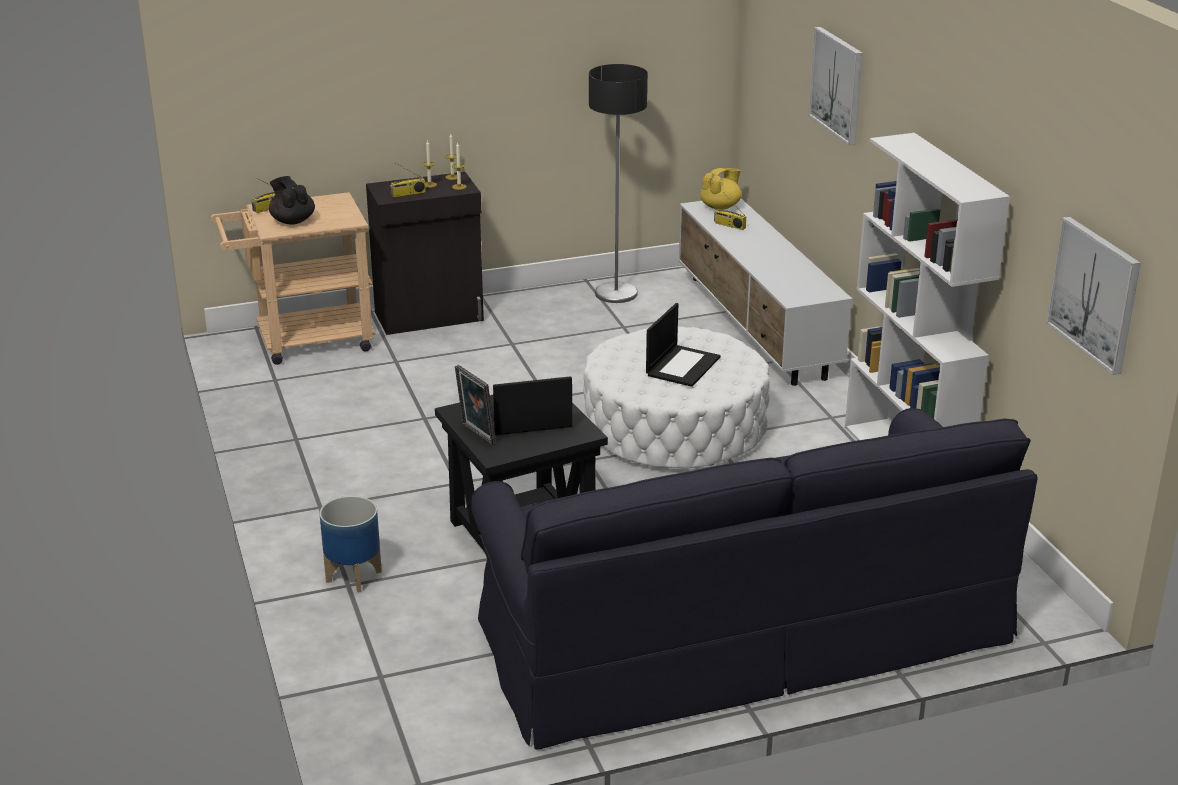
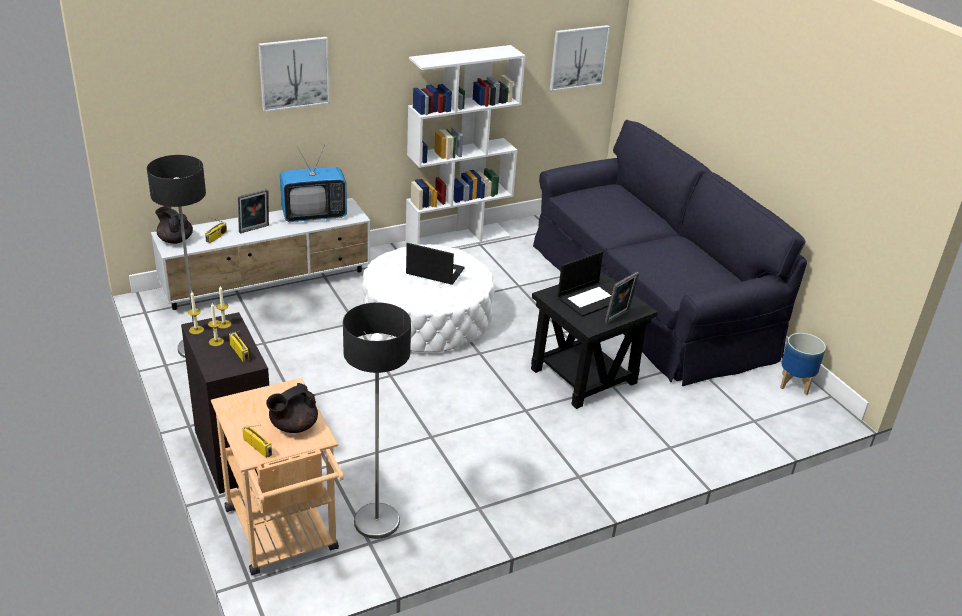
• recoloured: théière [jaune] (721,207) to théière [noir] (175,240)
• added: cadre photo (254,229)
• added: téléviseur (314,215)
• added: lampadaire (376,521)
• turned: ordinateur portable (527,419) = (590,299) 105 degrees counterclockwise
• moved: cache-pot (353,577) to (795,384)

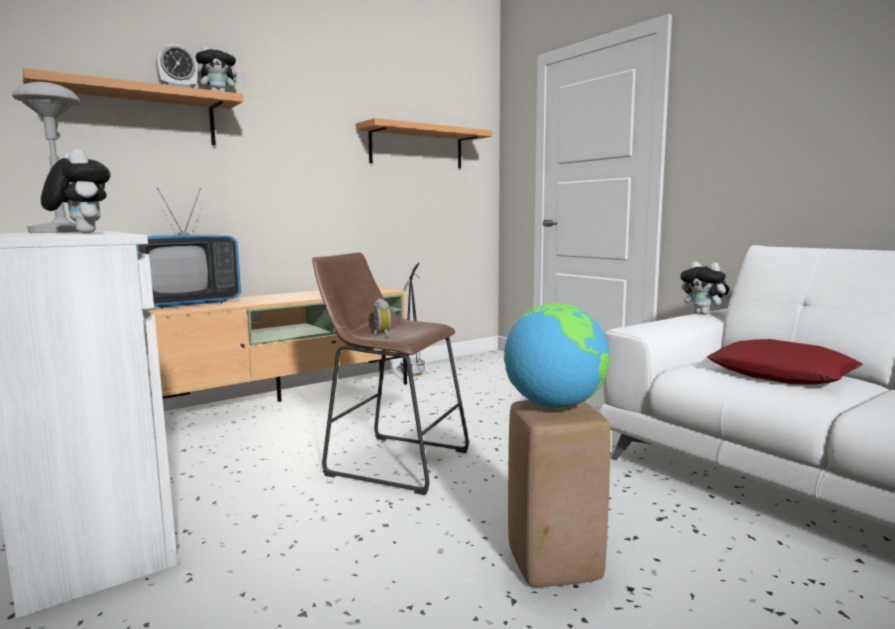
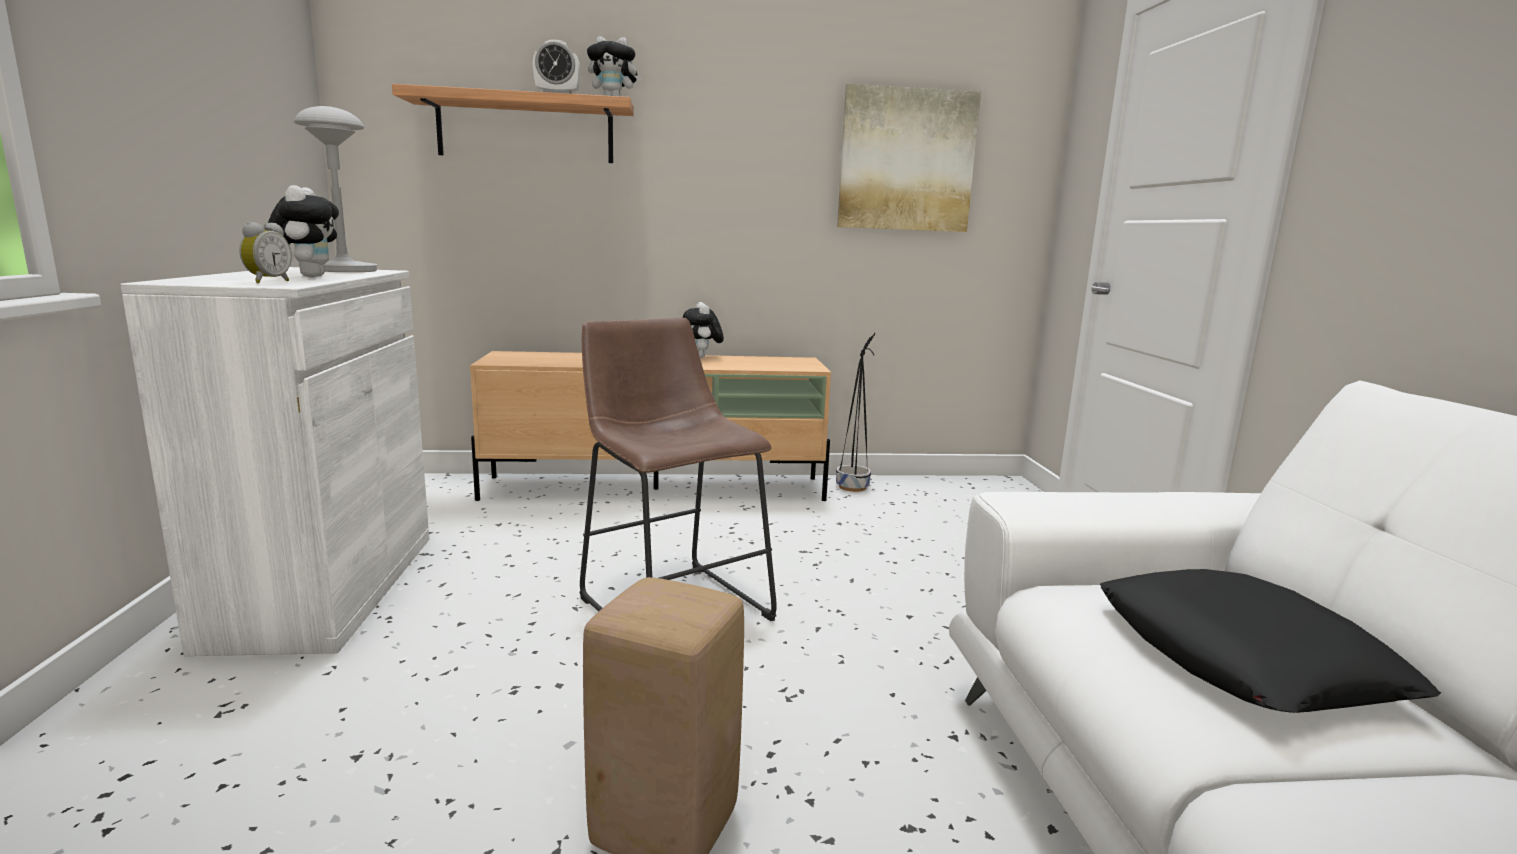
• moved: réveil (380,335) to (267,282)
• moved: peluche (703,313) to (702,358)
• replaced: étagère (417,147) to tableau (906,160)
• recoloured: coussin [rouge] (781,374) to coussin [noir] (1243,658)
• removed: téléviseur (189,304)
• removed: globe (554,406)

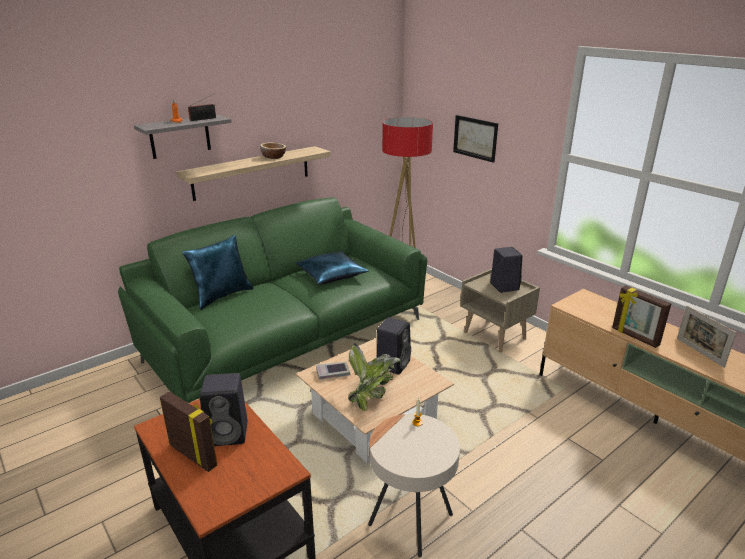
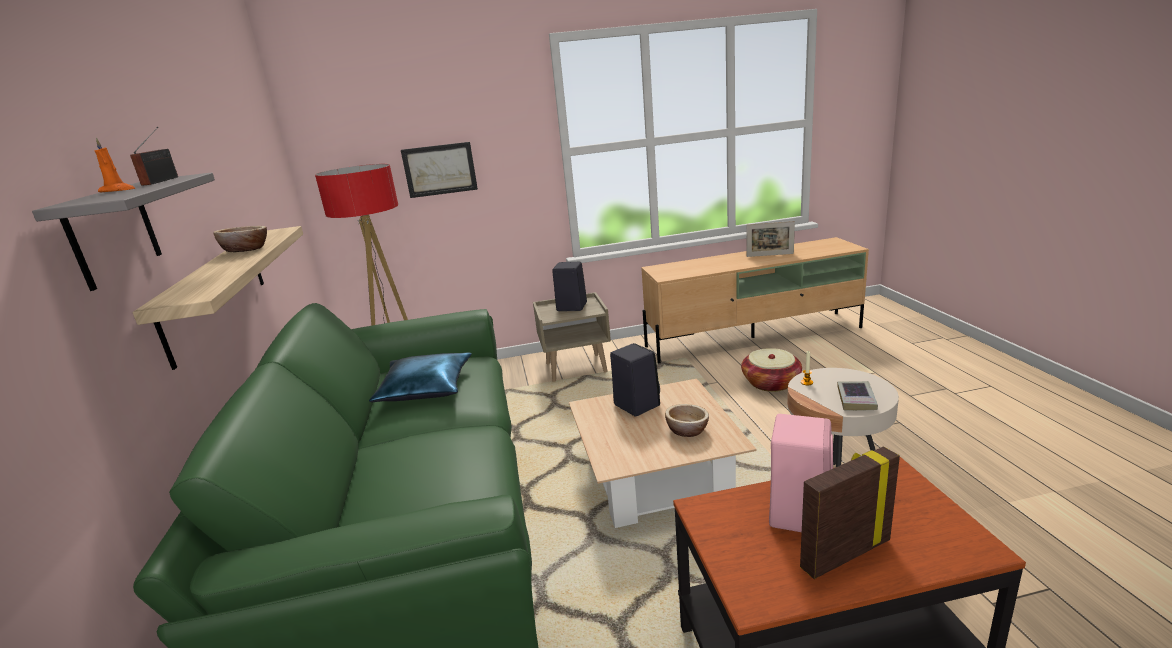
• replaced: plante en pot (372,395) to bol (687,430)
• added: panier (771,383)
• recoloured: enceinte [noir] (229,433) to enceinte [rose] (798,512)
• moved: livre (333,373) to (856,399)
• removed: coussin [bleu] (222,296)
• removed: cadre photo (634,337)

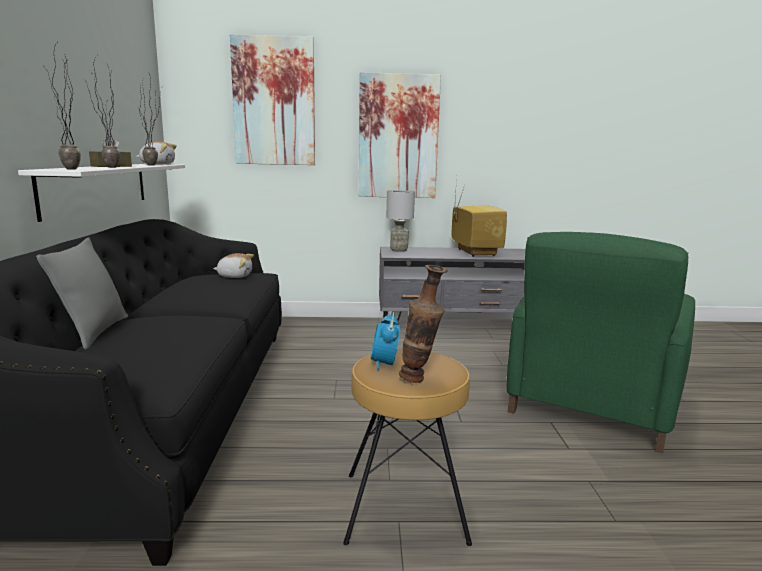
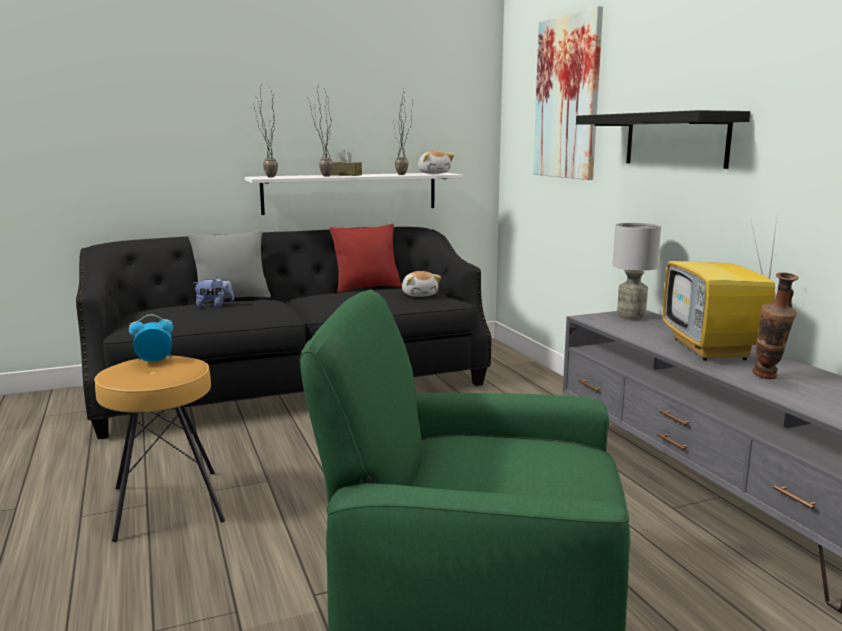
• added: peluche (214,306)
• added: coussin [rouge] (367,288)
• replaced: tableau (398,137) to étagère [noir] (675,140)
• turned: téléviseur (474,252) = (712,350) 120 degrees clockwise
• moved: vase (420,380) to (768,378)

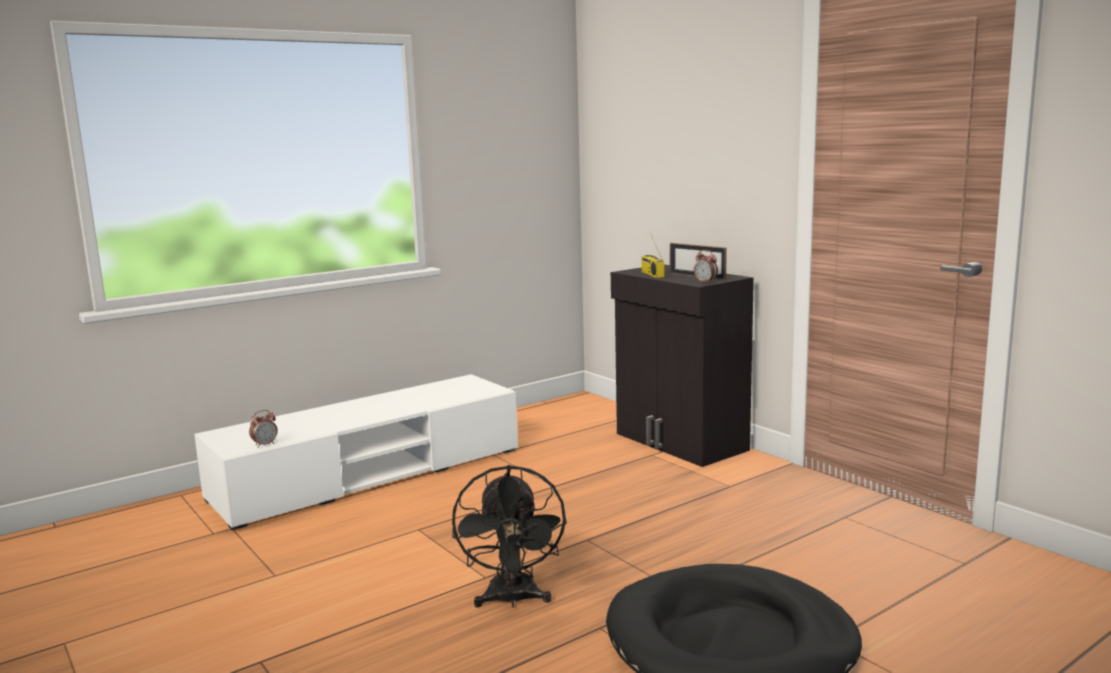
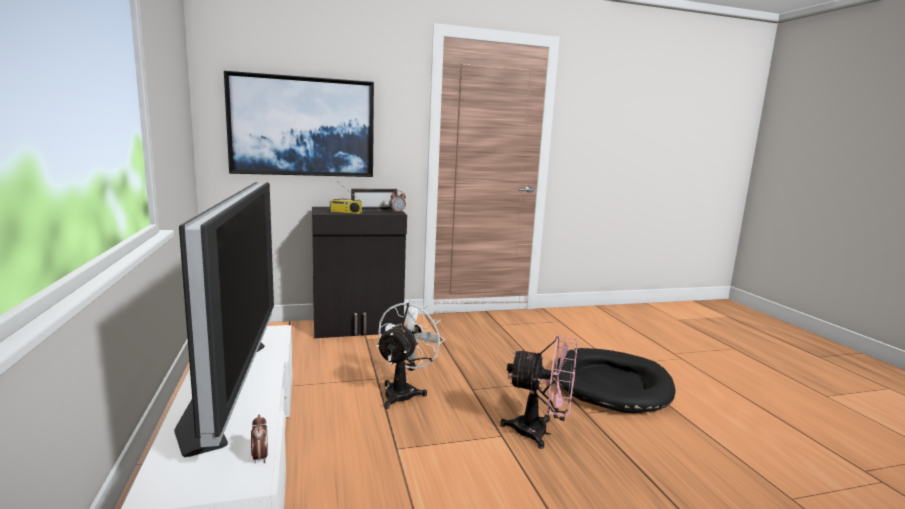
• added: téléviseur (228,387)
• added: tableau (302,127)
• added: ventilateur [blanc] (403,391)
• recoloured: ventilateur [noir] (512,600) to ventilateur [rose] (540,432)

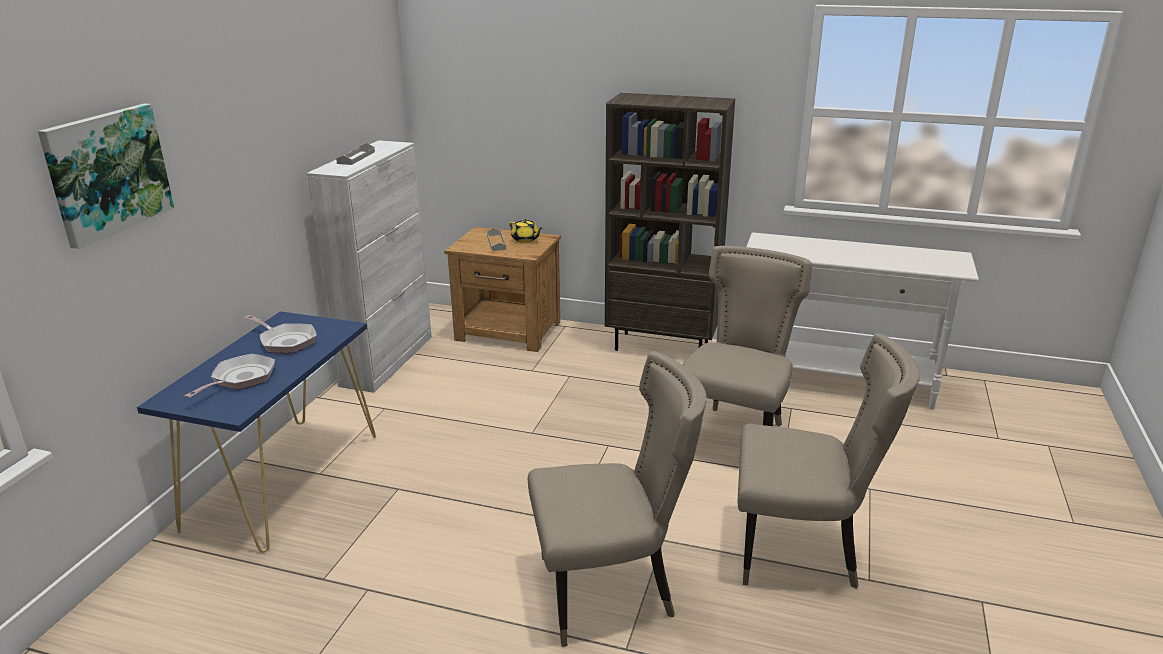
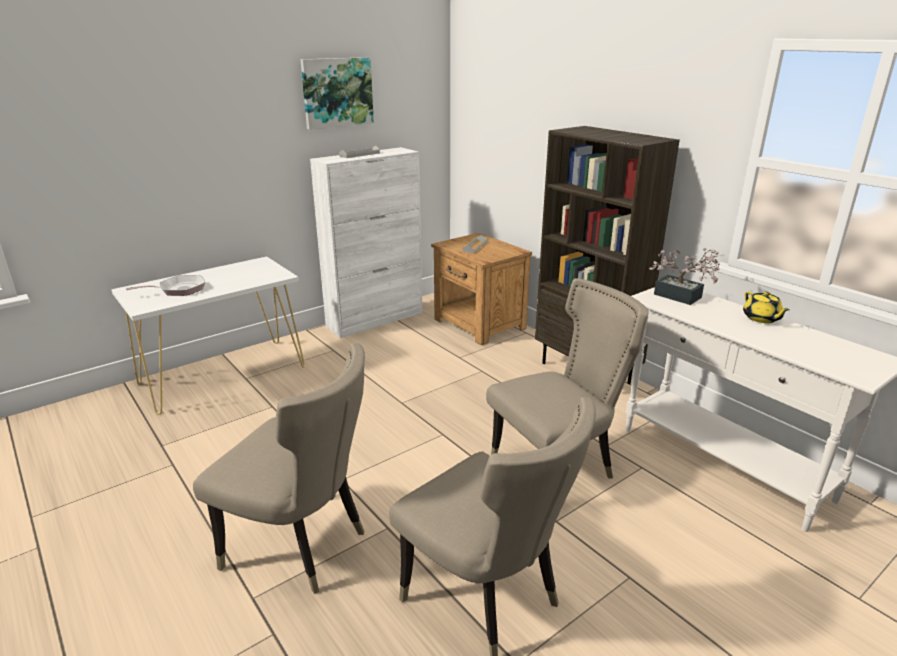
• recoloured: table console [bleu] (285,480) to table console [blanc] (224,375)
• moved: tableau (107,172) to (337,92)
• added: plante en pot (682,297)
• moved: théière [jaune] (525,239) to (761,318)
• removed: poêle (285,341)

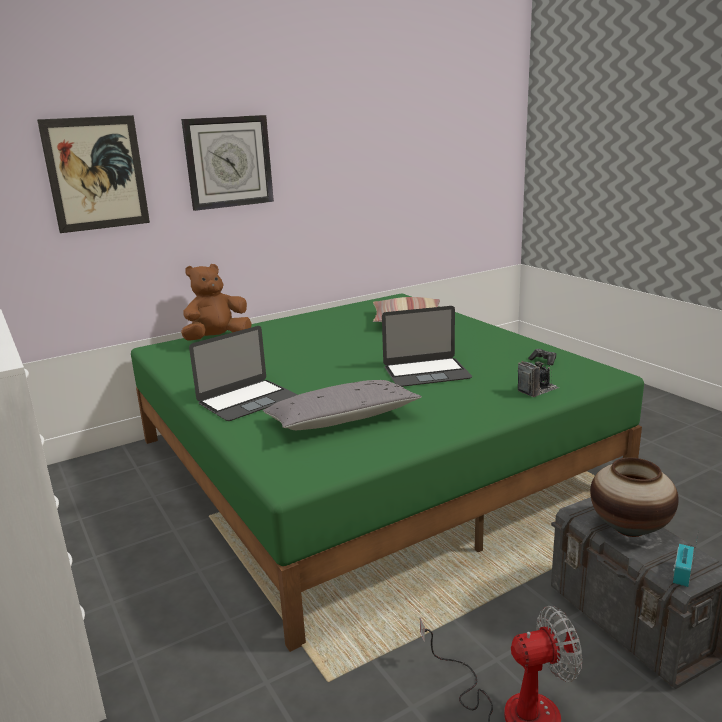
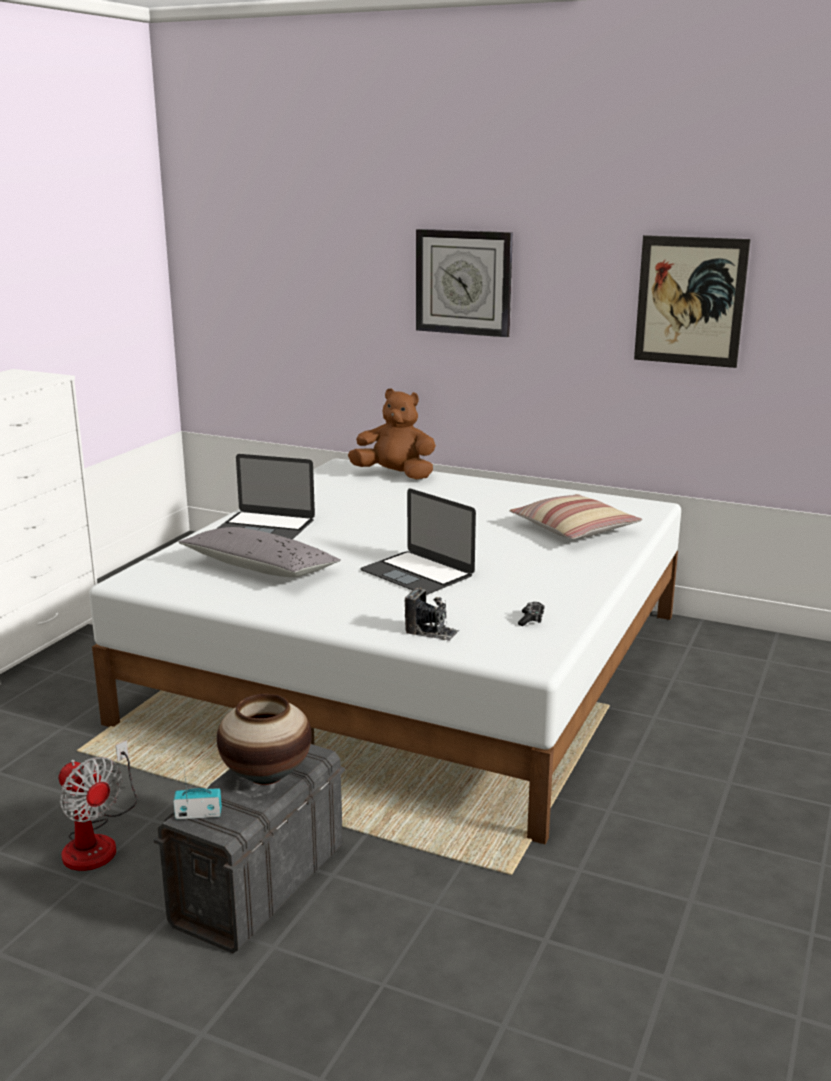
• recoloured: lit [vert] (366,463) to lit [blanc] (416,665)
• moved: tableau (96,174) to (690,301)

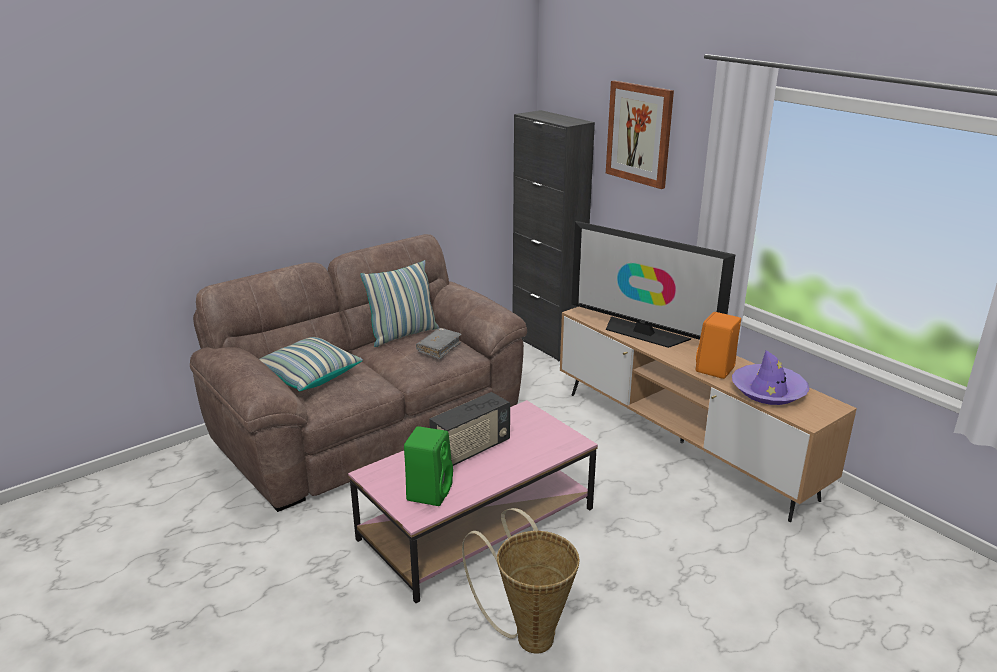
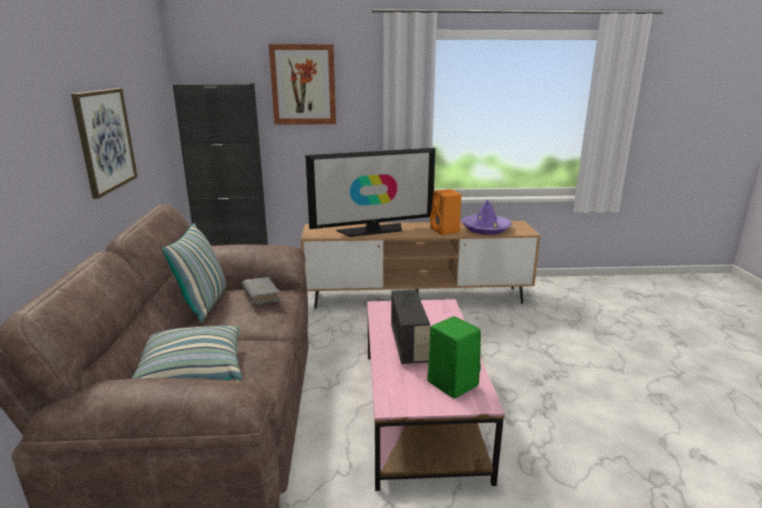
• added: tableau (105,140)
• removed: panier (528,635)

